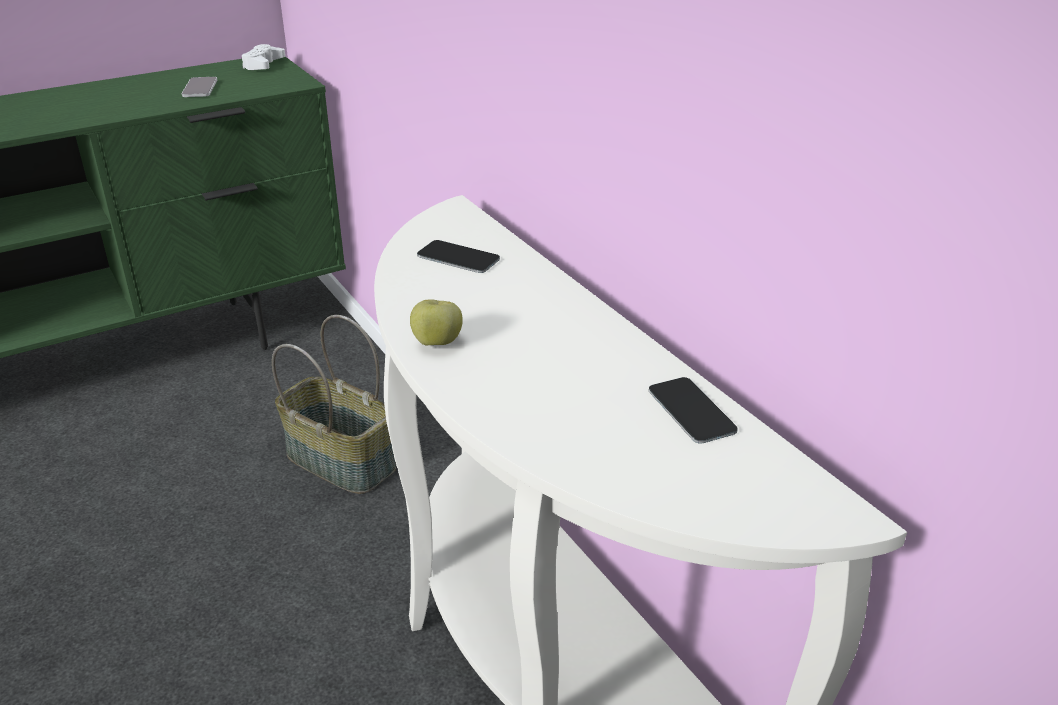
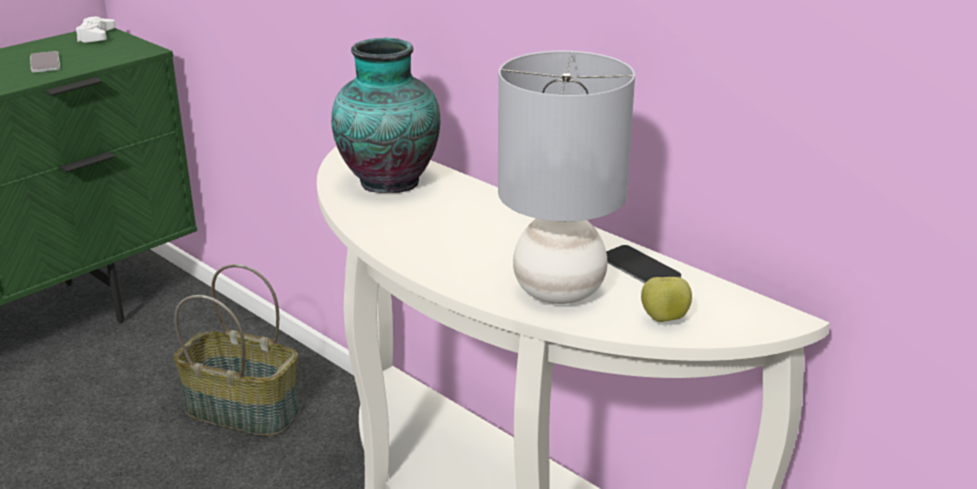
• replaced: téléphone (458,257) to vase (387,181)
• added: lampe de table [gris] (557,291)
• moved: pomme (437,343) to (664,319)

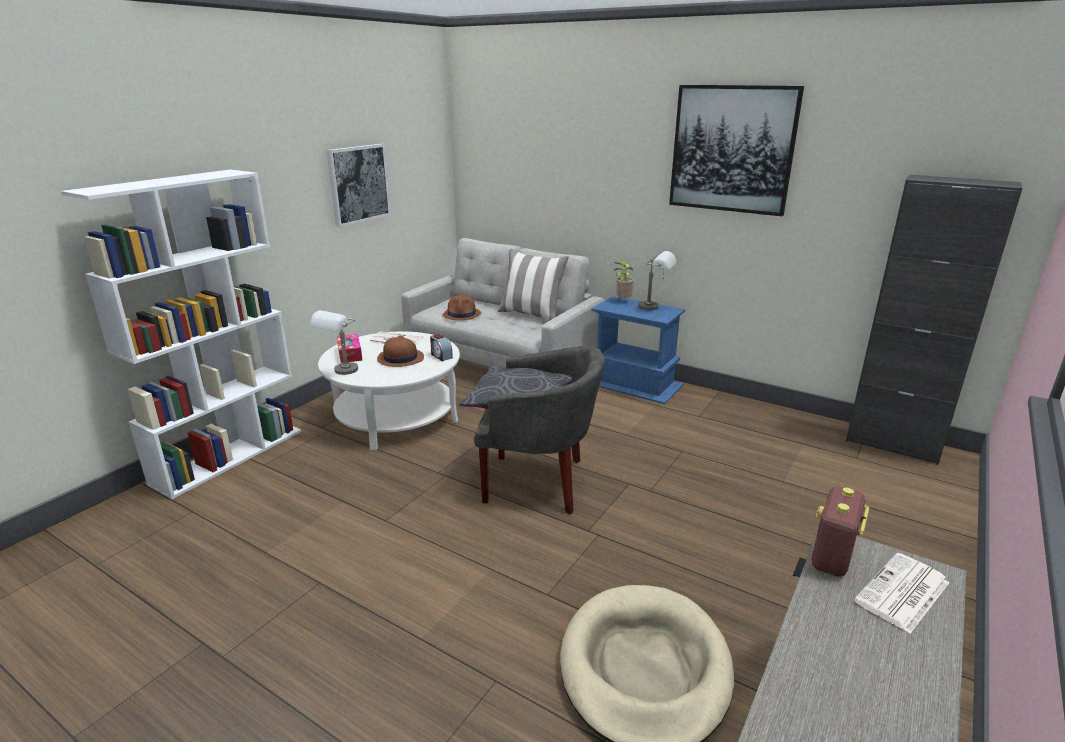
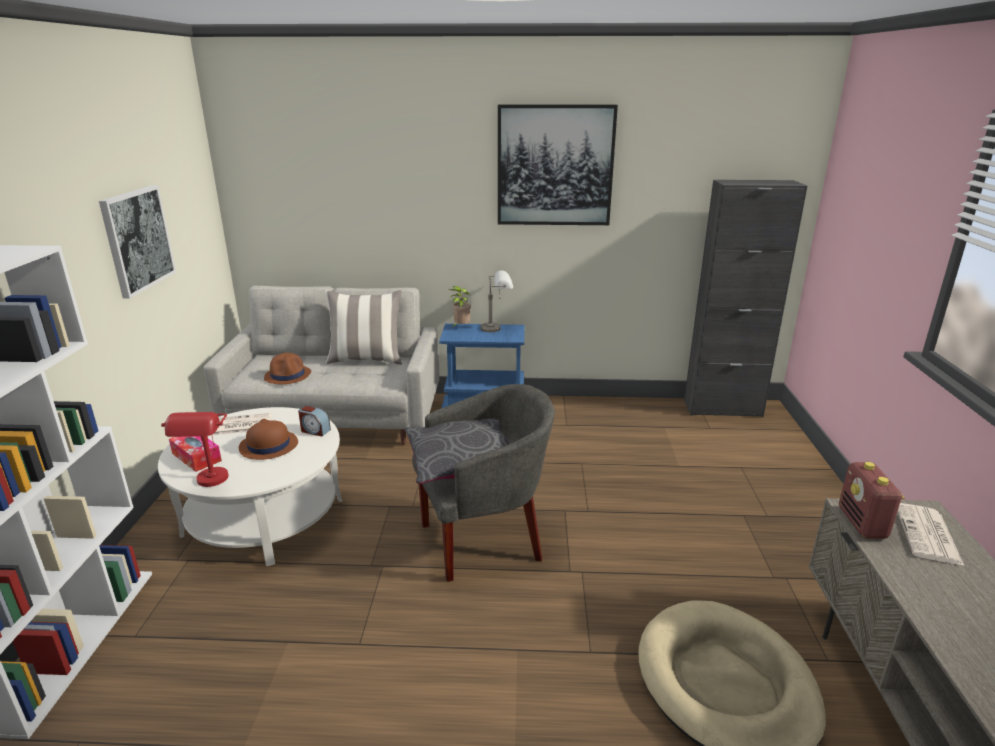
• recoloured: lampe de table [gris] (341,373) to lampe de table [rouge] (210,484)

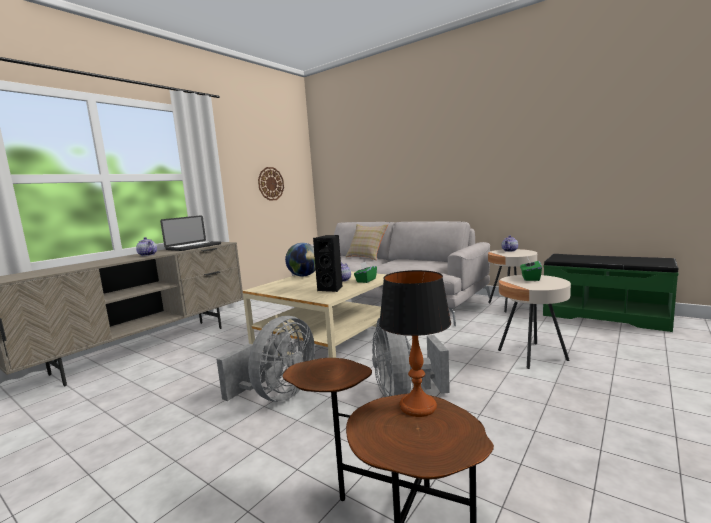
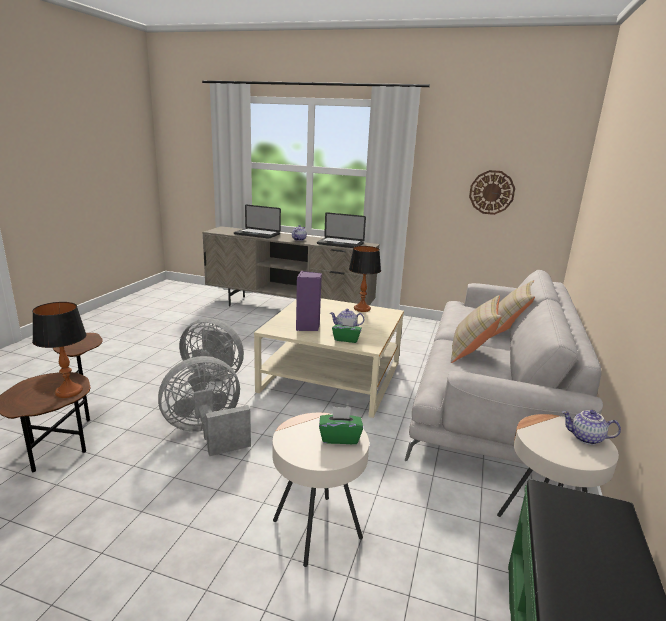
• added: ordinateur portable (257,234)
• recoloured: enceinte [noir] (331,289) to enceinte [violet] (307,327)
• replaced: globe (304,276) to lampe de table (362,309)
• added: coussin [beige] (471,352)

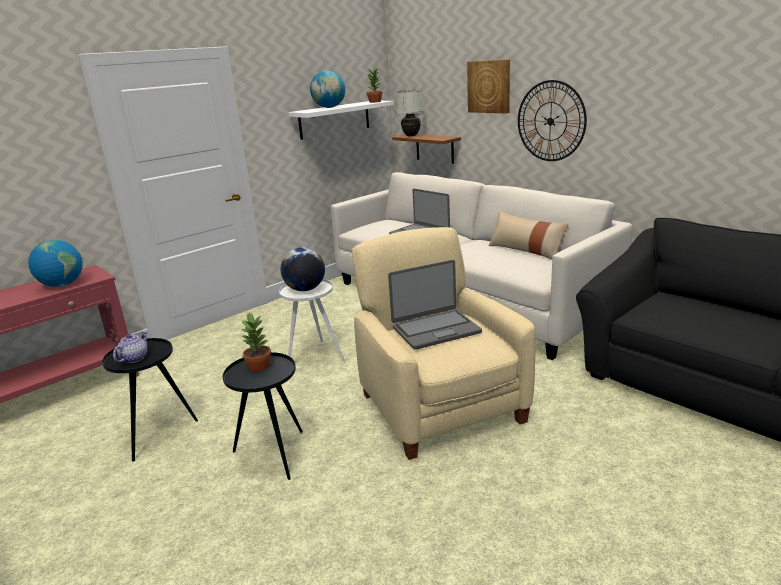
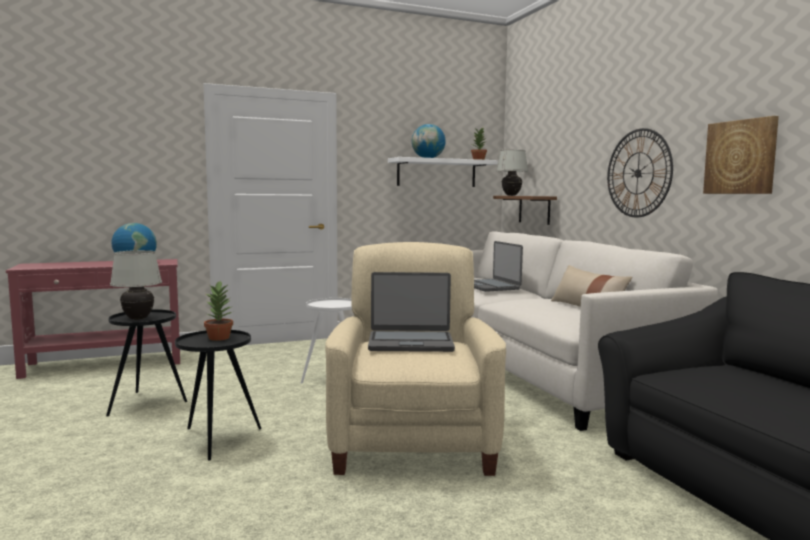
• replaced: théière (134,358) to lampe de table [blanc] (138,319)
• moved: tableau (489,86) to (740,157)
• removed: globe (305,289)

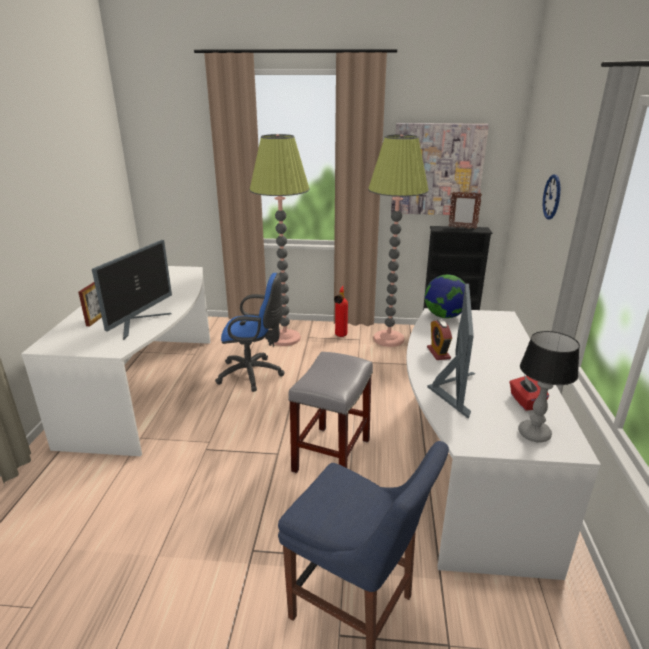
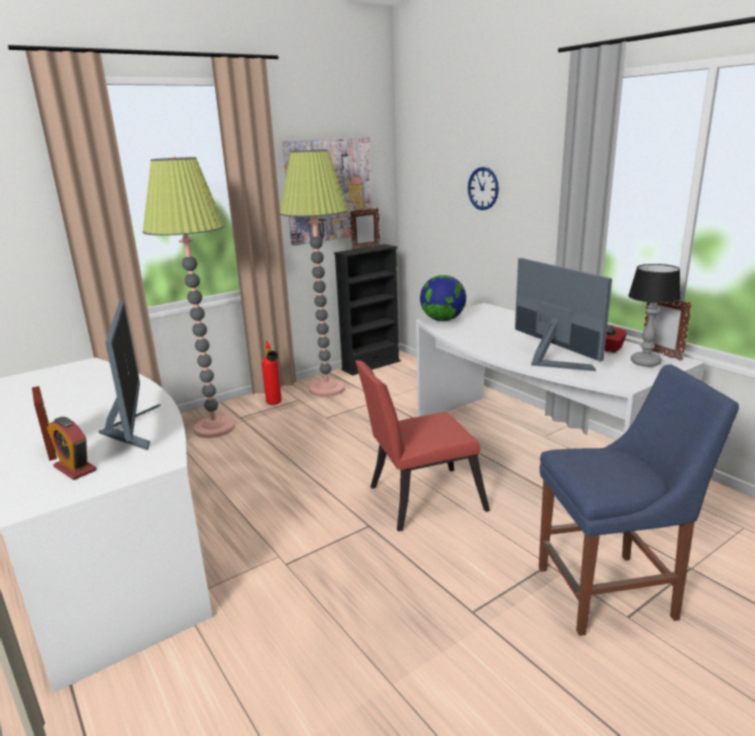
• moved: réveil (438,353) to (75,469)
• replaced: tabouret [gris] (331,454) to chaise [rouge] (419,499)
• added: cadre photo (661,354)
• removed: chaise de bureau [bleu] (253,374)

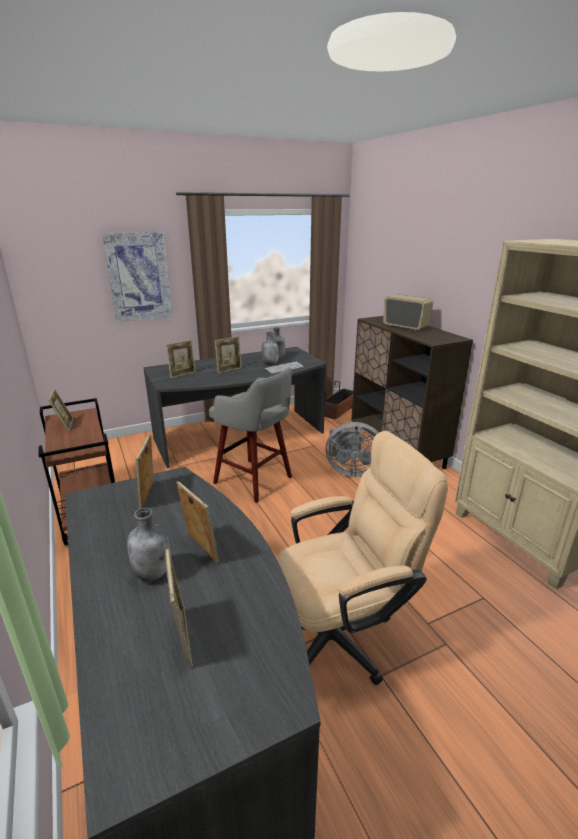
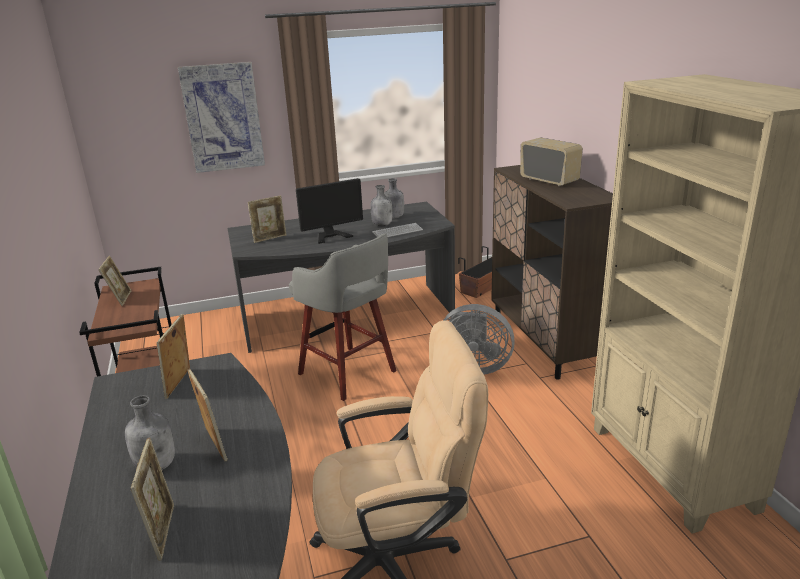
• replaced: cadre photo (229,370) to écran d'ordinateur (328,233)

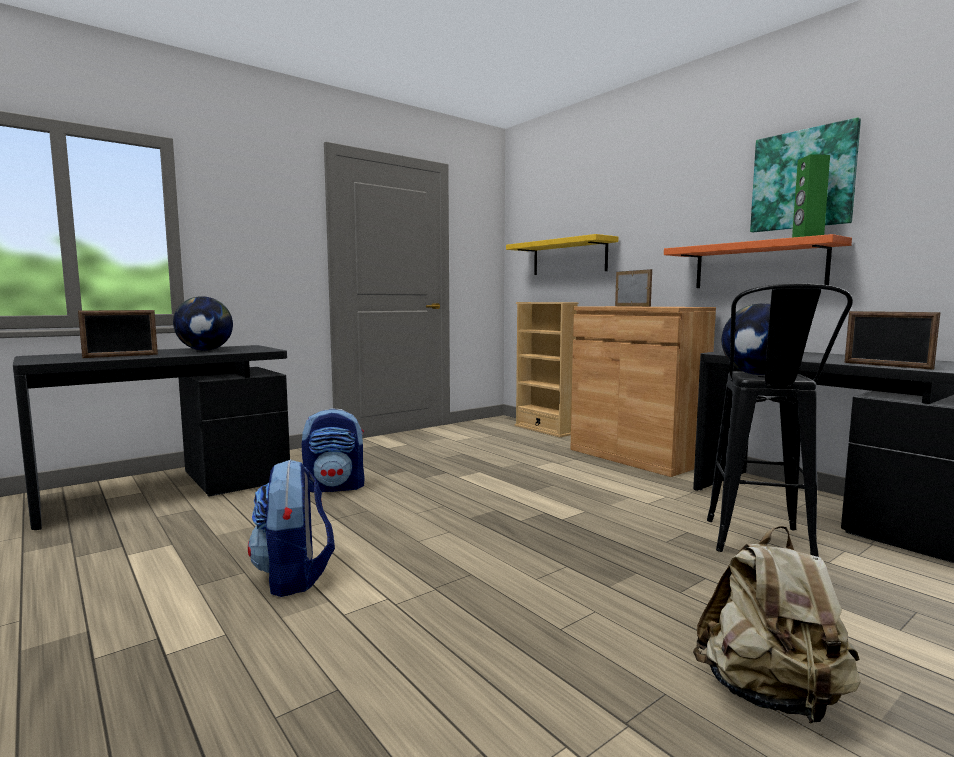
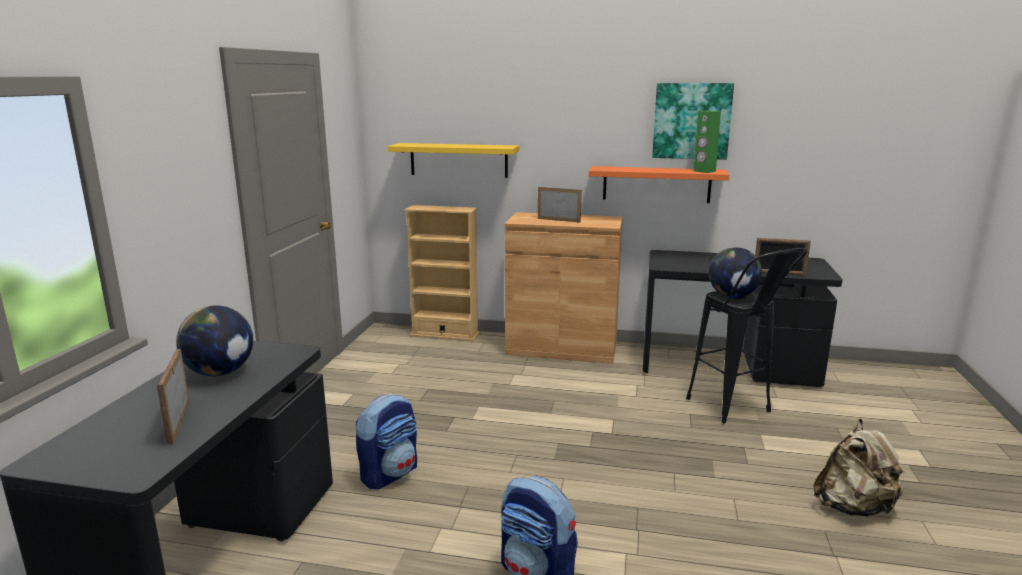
• turned: cadre photo (121,356) = (179,422) 150 degrees clockwise

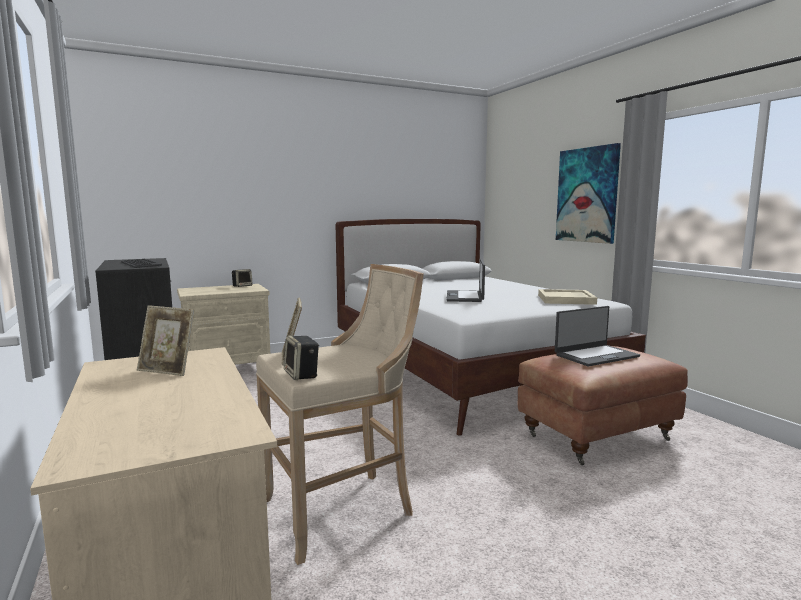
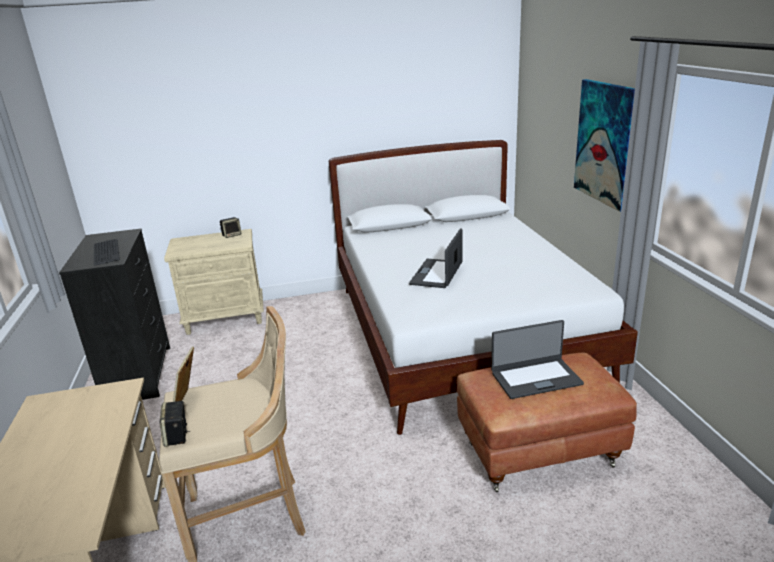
• removed: cadre photo (167,370)
• removed: plateau [beige] (566,299)

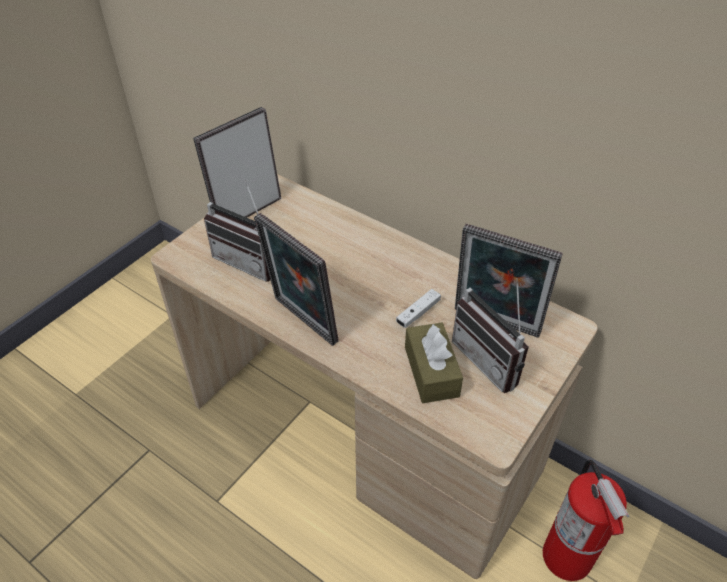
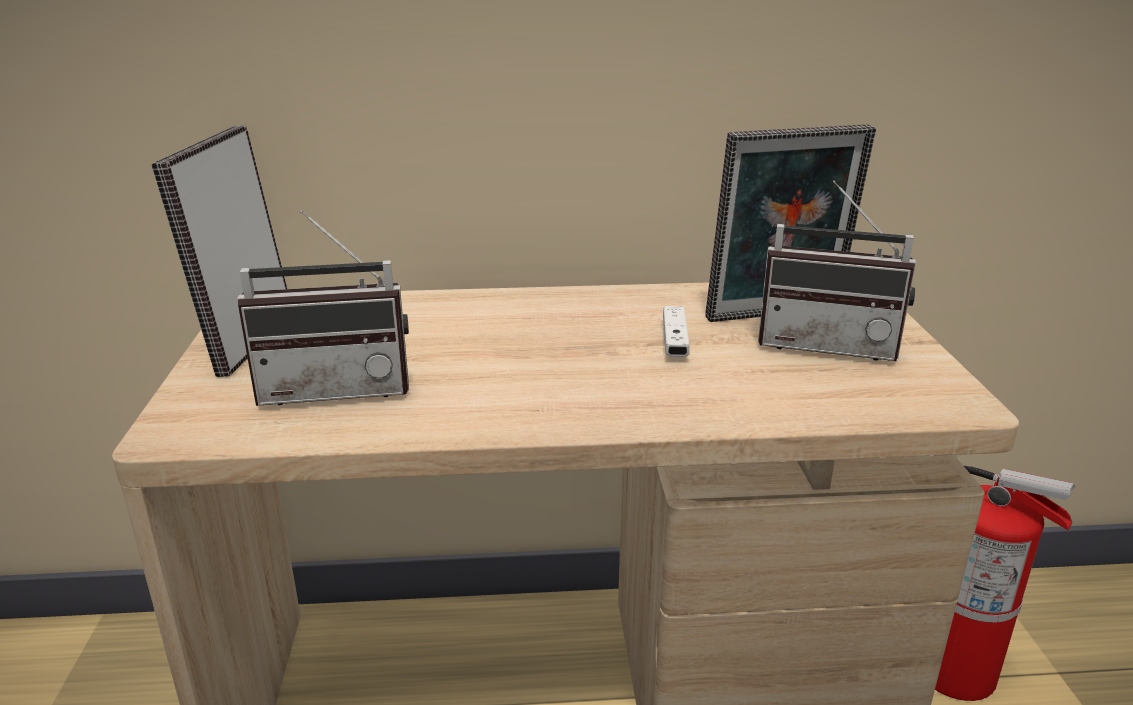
• removed: cadre photo (301,322)
• removed: boîte à mouchoirs [marron] (431,371)

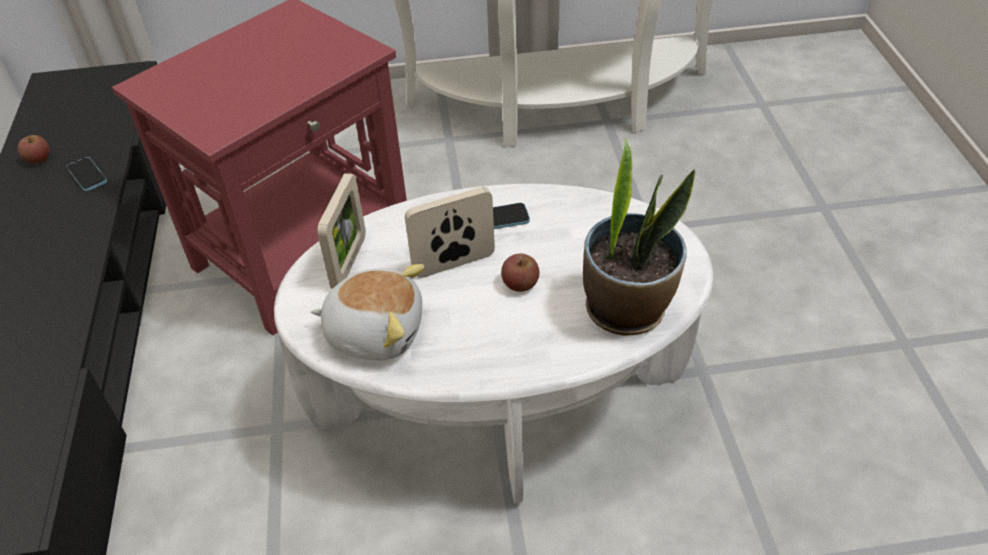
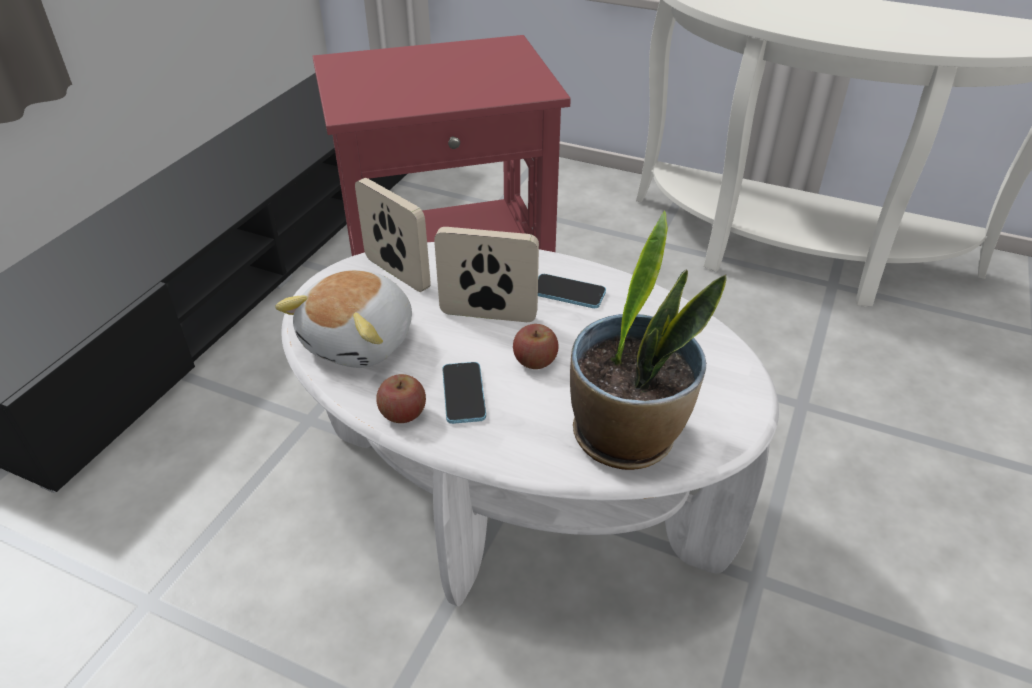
• turned: peluche (375,331) = (361,341) 75 degrees clockwise
• turned: cadre photo (349,262) = (397,273) 90 degrees counterclockwise
• moved: pomme (38,159) to (403,413)
• moved: téléphone (87,175) to (463,394)

